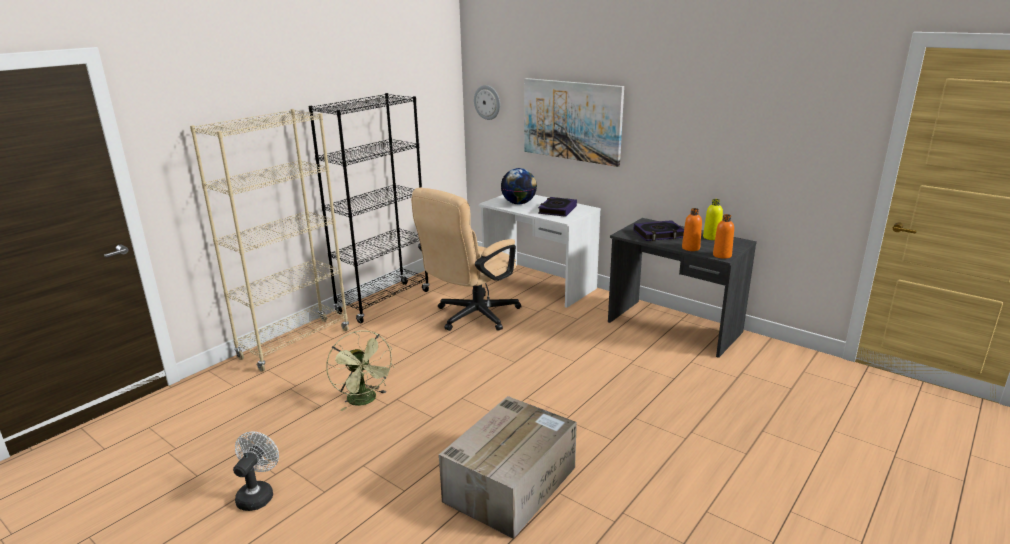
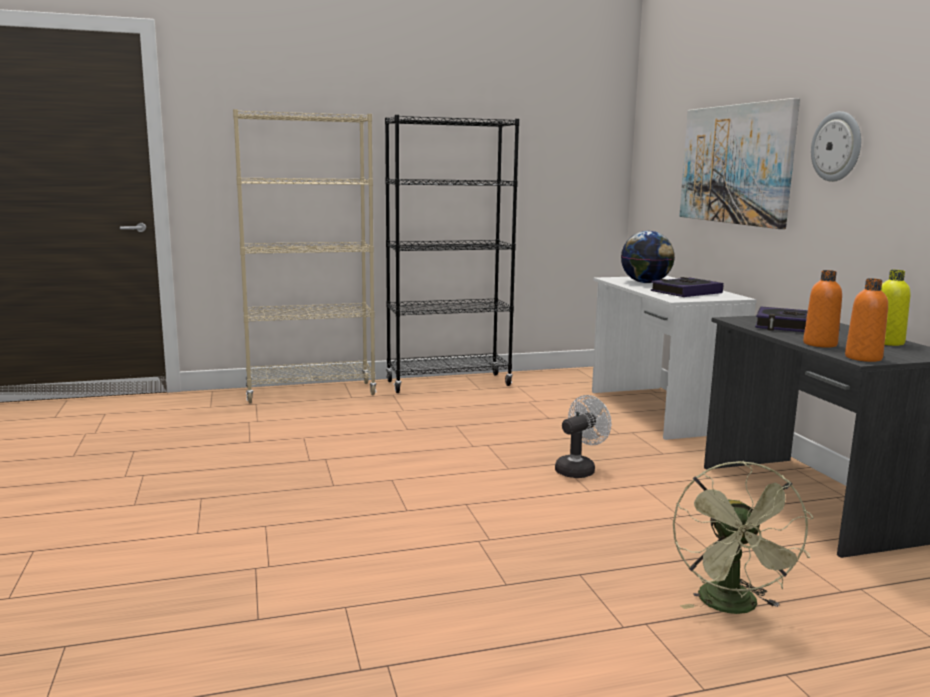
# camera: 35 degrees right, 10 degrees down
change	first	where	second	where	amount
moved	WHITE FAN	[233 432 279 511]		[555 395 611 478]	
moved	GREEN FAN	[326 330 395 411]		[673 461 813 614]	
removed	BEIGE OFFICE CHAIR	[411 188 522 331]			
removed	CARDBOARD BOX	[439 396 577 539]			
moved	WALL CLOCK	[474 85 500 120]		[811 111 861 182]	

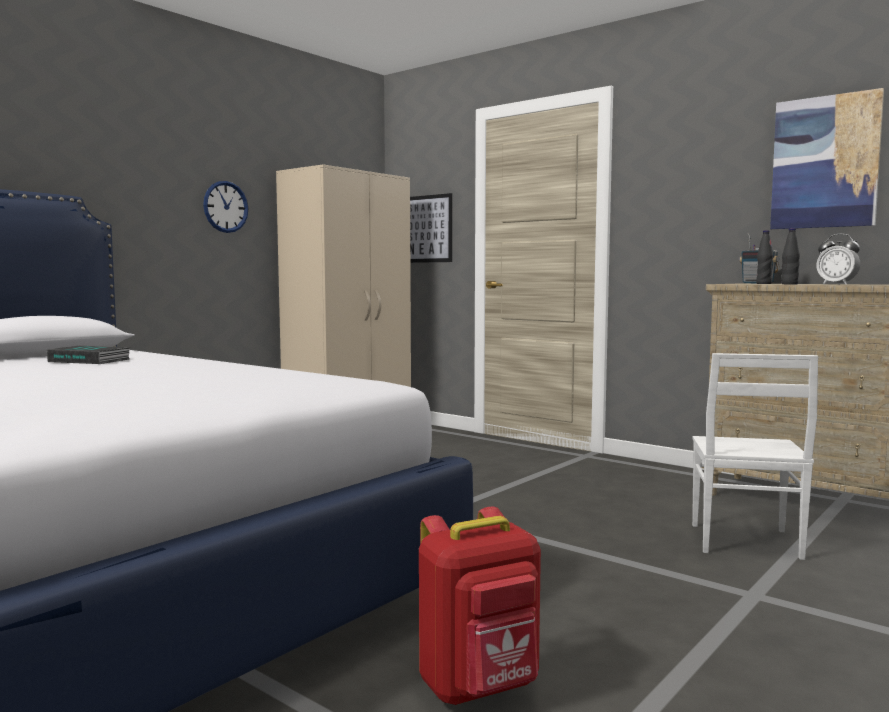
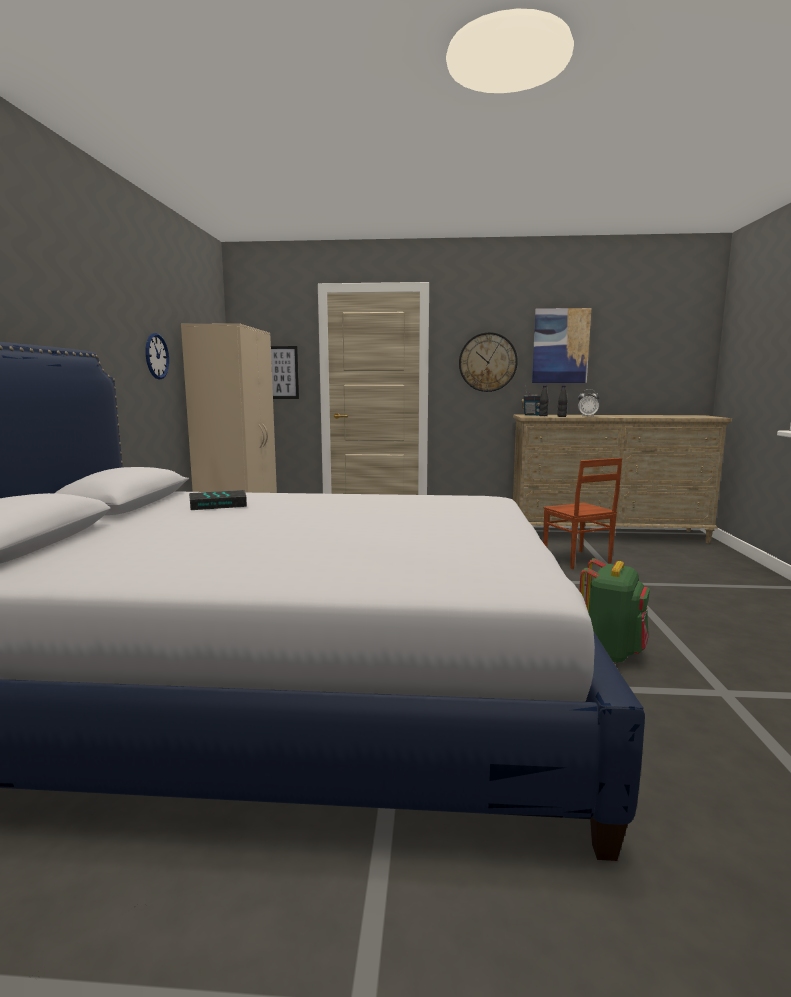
# camera: 35 degrees left, 5 degrees up
change	first	where	second	where	amount
recoloured	RED BACKPACK	[419 507 541 705]	GREEN BACKPACK	[579 558 650 663]	
recoloured	WHITE CHAIR	[692 353 818 560]	BROWN CHAIR	[543 458 622 569]	
added			WALL CLOCK	[459 332 518 392]	

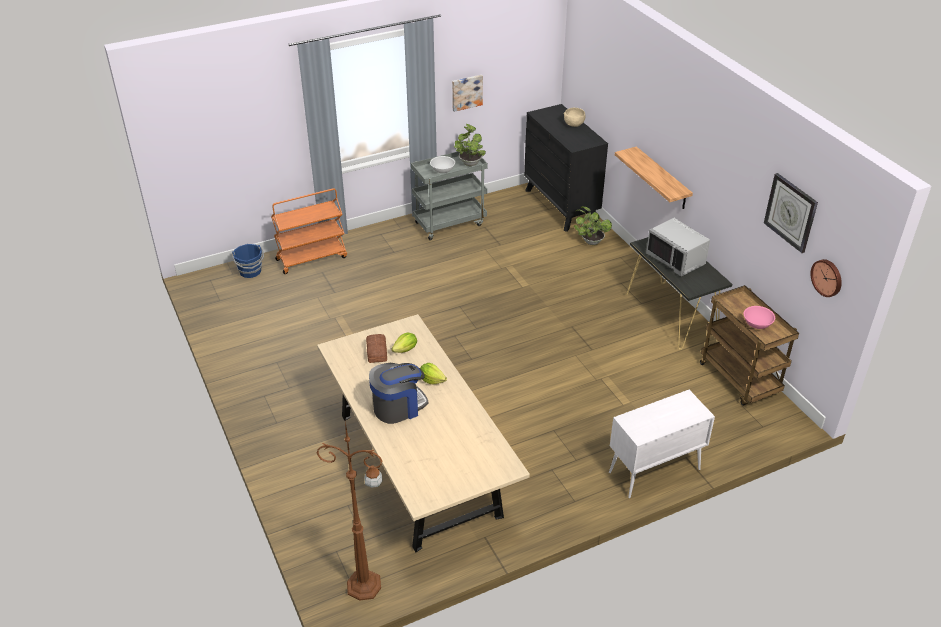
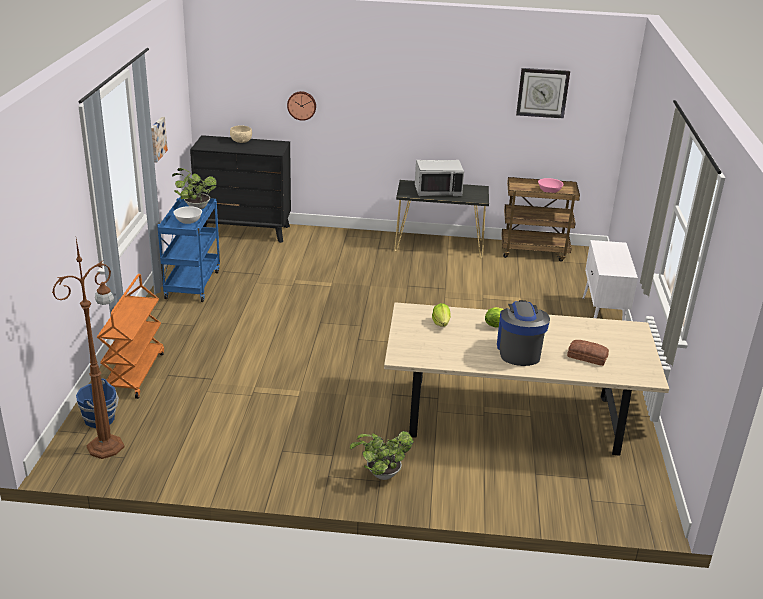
# camera: 60 degrees left, 10 degrees down
change	first	where	second	where	amount
moved	BROWN FLOOR LAMP	[316 422 383 601]		[52 239 125 459]	
moved	BREAD	[366 334 387 363]		[567 340 609 366]	
recoloured	GREY CART	[411 148 488 240]	BLUE CART	[157 196 220 302]	
moved	POTTED PLANT	[574 207 612 245]		[350 431 414 480]	
removed	SHELF	[615 146 693 209]			
moved	WALL CLOCK	[810 259 842 297]		[287 91 316 121]	

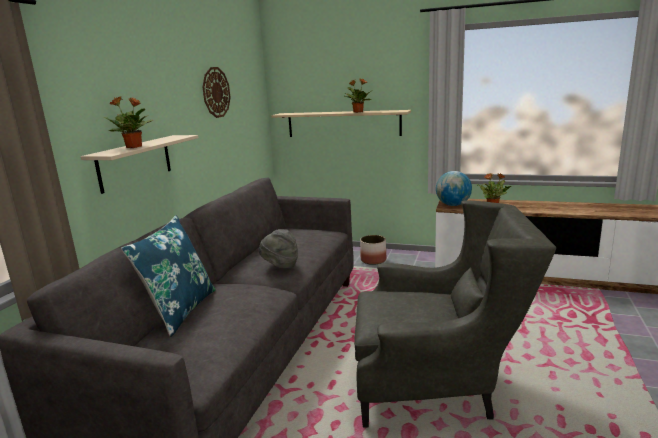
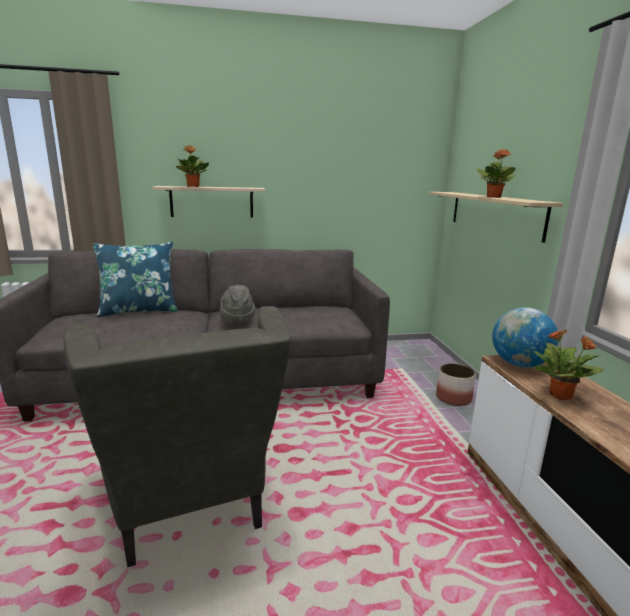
# camera: 60 degrees right, 0 degrees up
change	first	where	second	where	amount
removed	WALL CLOCK	[203 67 231 118]			

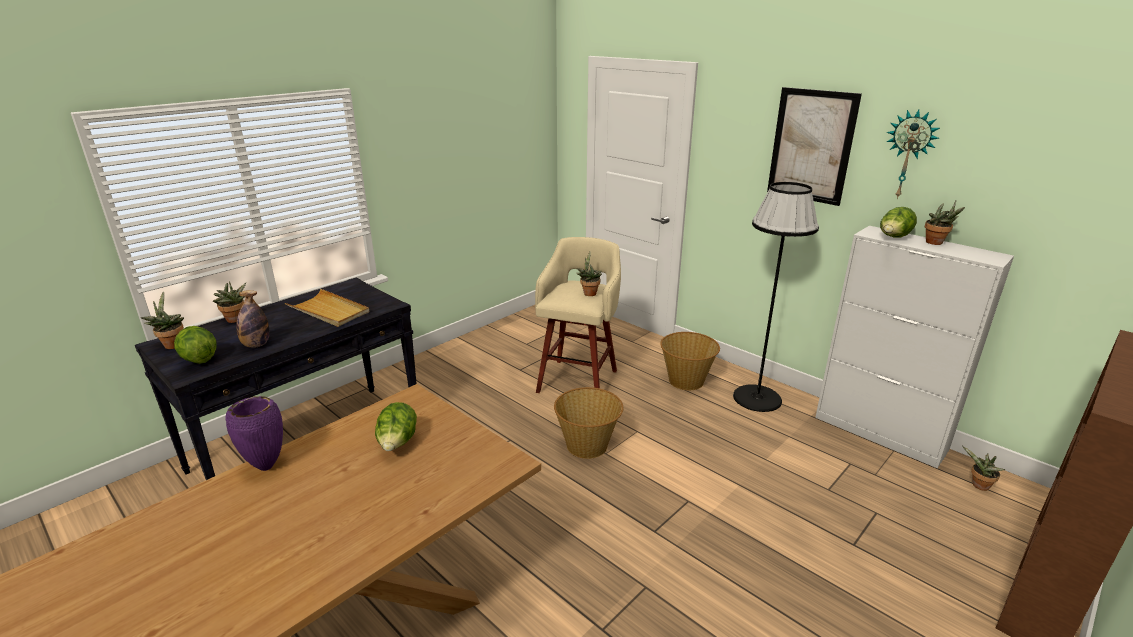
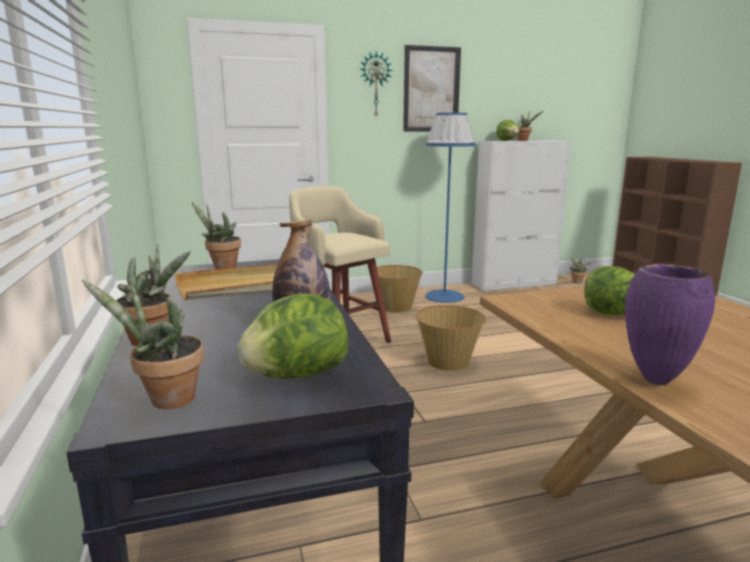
# camera: 60 degrees left, 10 degrees down
change	first	where	second	where	amount
moved	POTTED PLANT	[576 252 602 296]		[192 202 241 269]	
recoloured	BLACK FLOOR LAMP	[733 182 819 412]	BLUE FLOOR LAMP	[425 113 475 303]	
moved	WALL CLOCK	[887 109 940 199]		[360 50 393 117]	

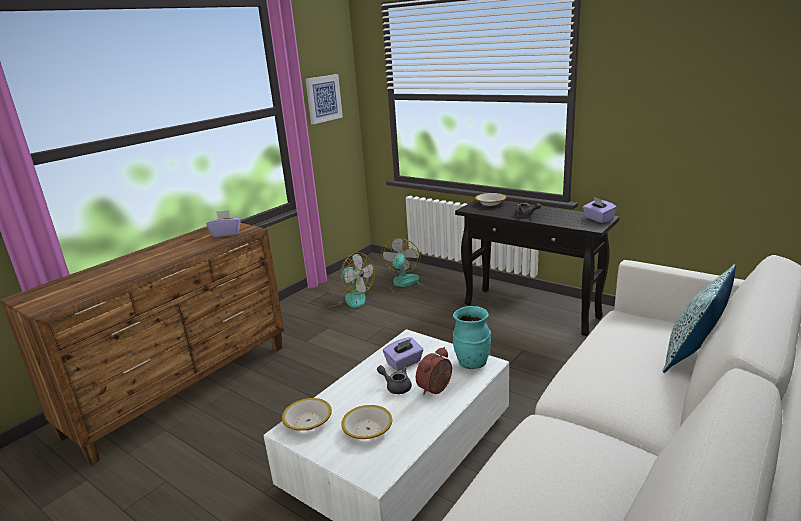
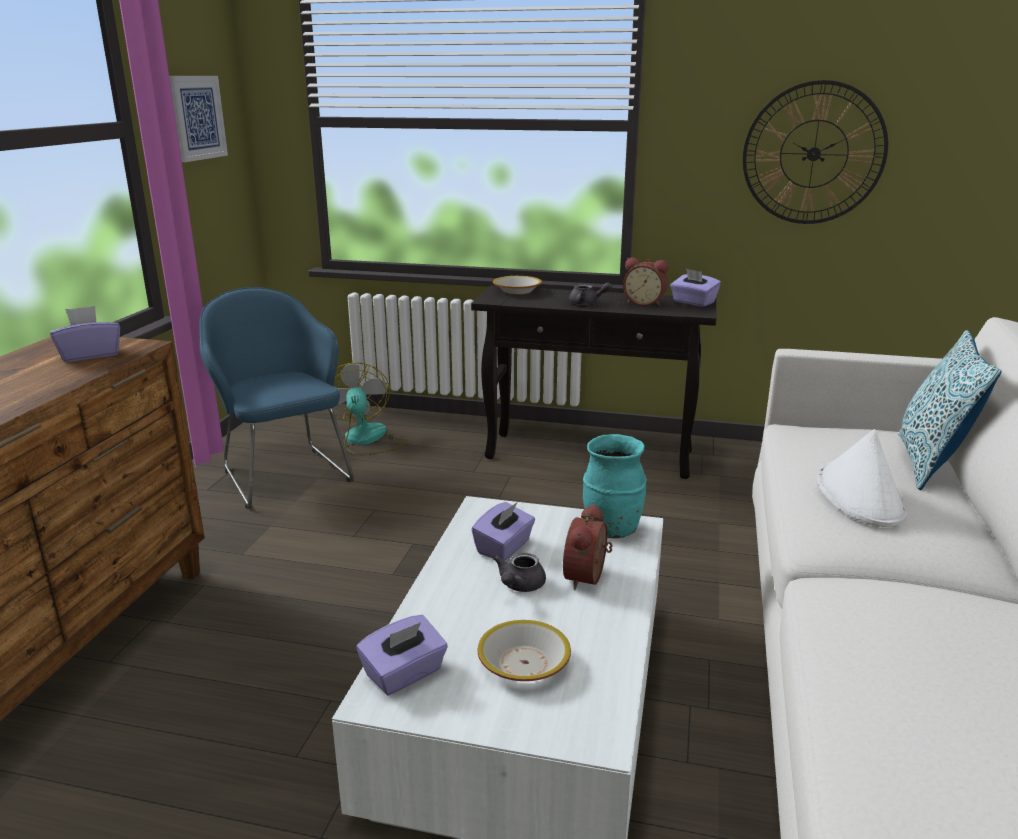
# camera: 25 degrees left, 0 degrees up
change	first	where	second	where	amount
replaced	BOWL	[282 398 332 431]	PURPLE TISSUE BOX	[356 615 448 696]	
replaced	FAN	[327 252 375 308]	BLUE ARMCHAIR	[199 287 354 509]	
turned	GREY TEAPOT	[377 365 412 394]		[493 553 546 592]	75 degrees counterclockwise
added			ALARM CLOCK	[623 257 668 306]	
added			WALL CLOCK	[743 80 888 224]	
added			WHITE HAT	[817 429 907 527]	

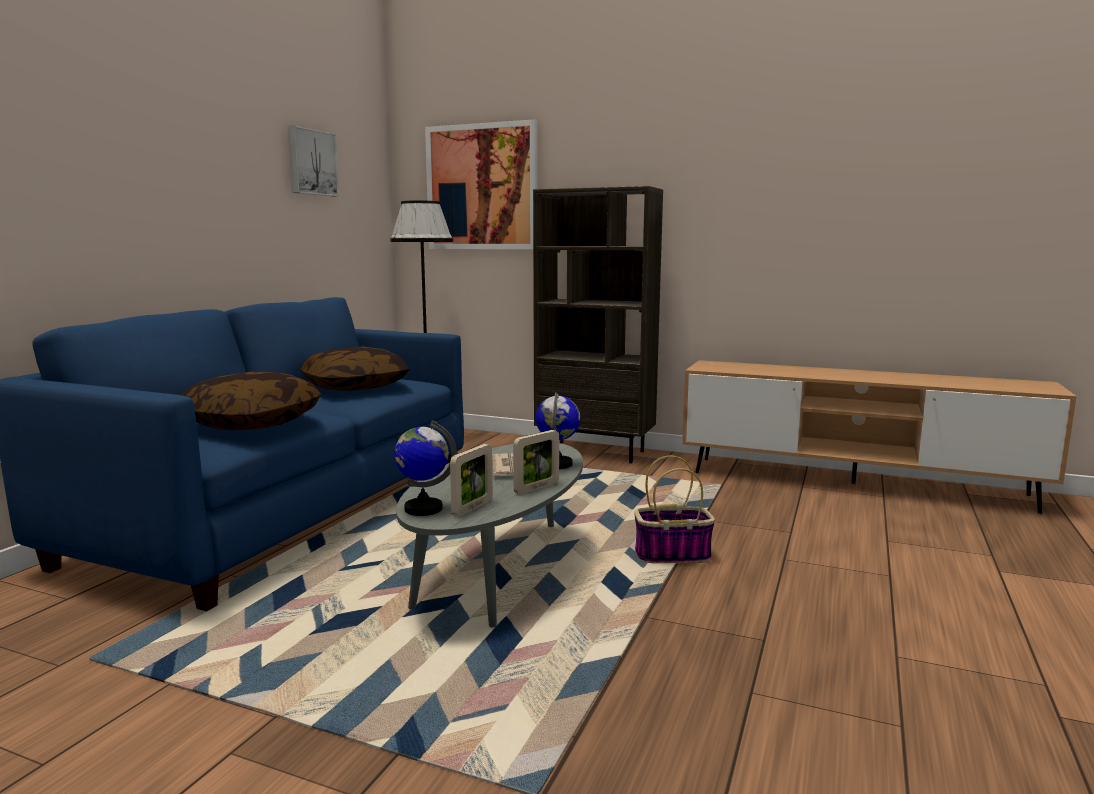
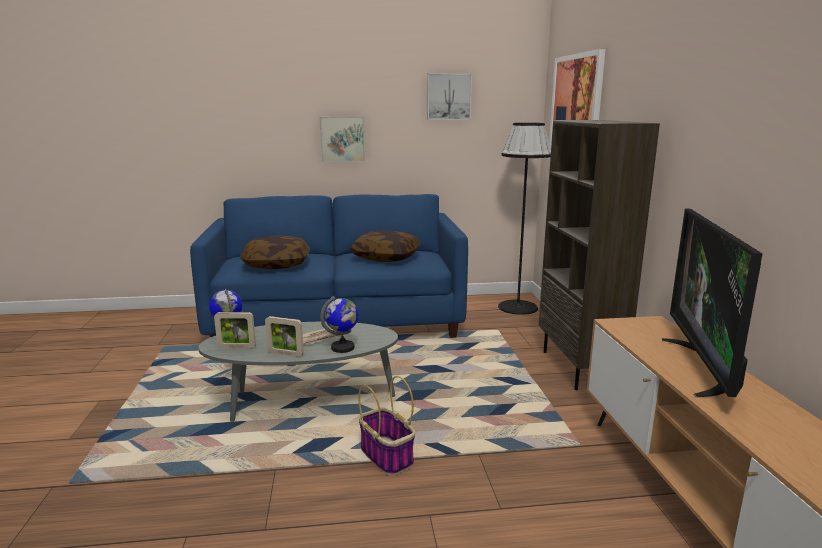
# camera: 60 degrees right, 5 degrees up
change	first	where	second	where	amount
added			PICTURE	[319 117 365 162]	
added			TELEVISION	[662 208 763 397]	

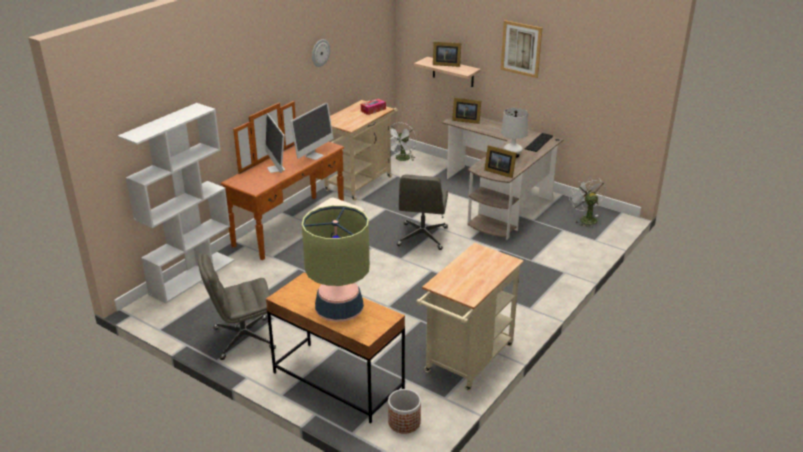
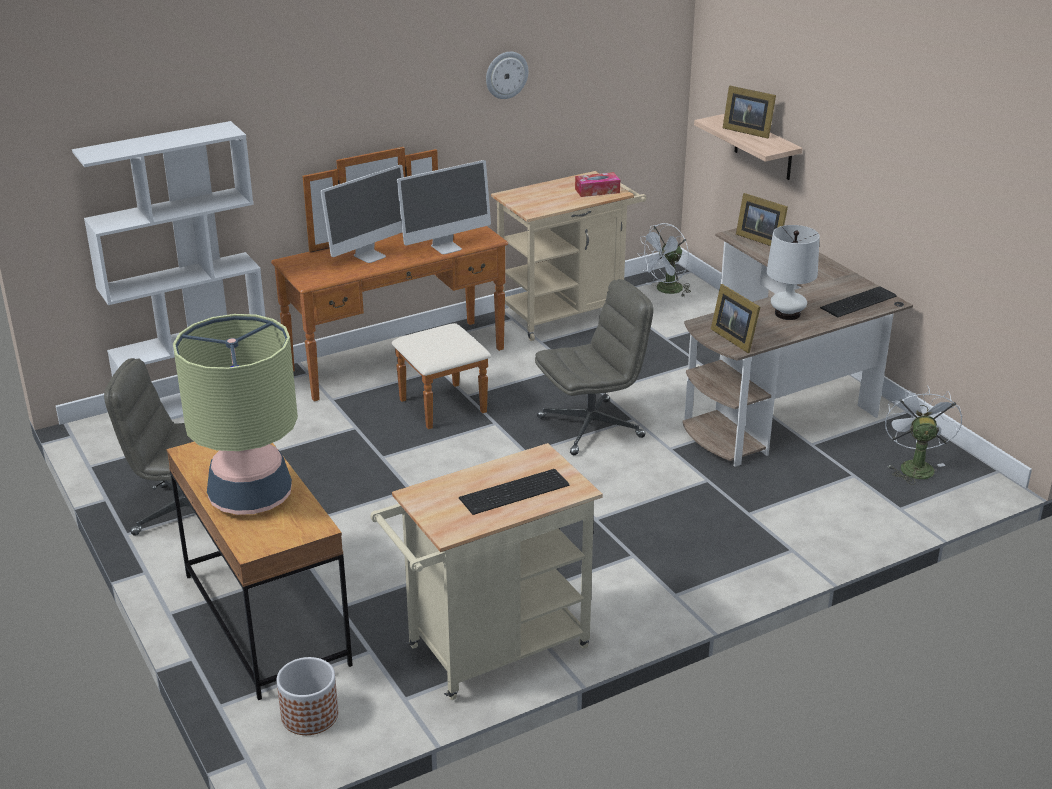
# camera: 25 degrees right, 0 degrees up
change	first	where	second	where	amount
turned	MONITOR	[265 113 285 173]		[321 165 404 263]	135 degrees counterclockwise
turned	GREY OFFICE CHAIR	[397 175 448 250]		[535 279 654 455]	150 degrees counterclockwise
removed	PICTURE	[501 20 542 78]			
added			KEYBOARD	[459 469 569 515]	

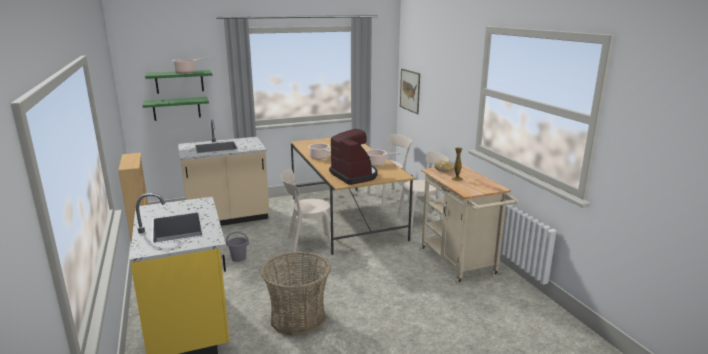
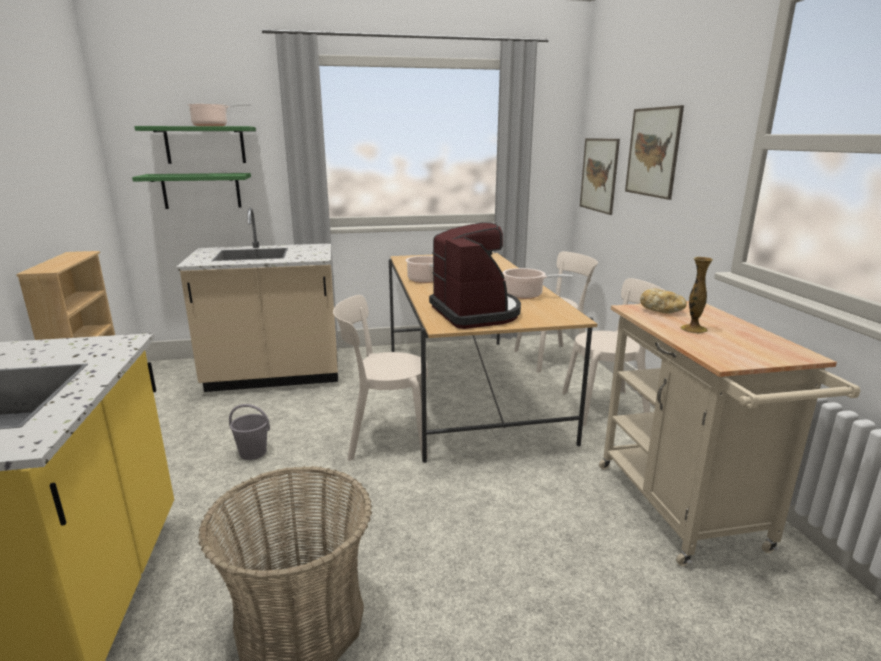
# camera: 10 degrees right, 0 degrees up
change	first	where	second	where	amount
added			PICTURE	[625 105 684 200]	

